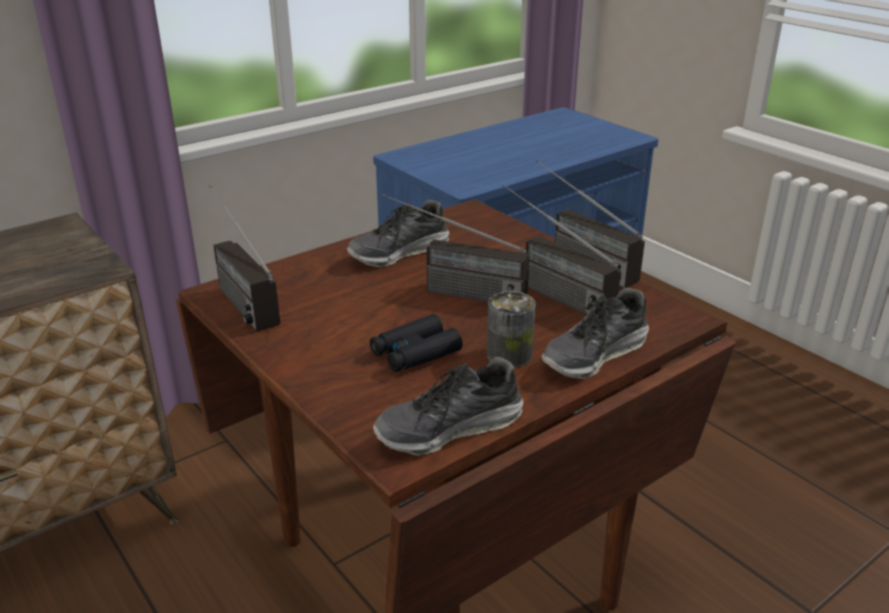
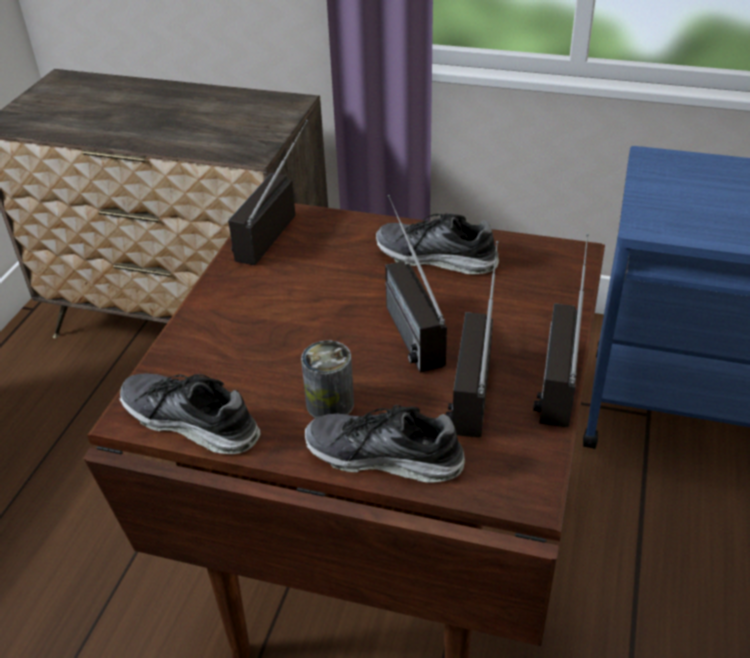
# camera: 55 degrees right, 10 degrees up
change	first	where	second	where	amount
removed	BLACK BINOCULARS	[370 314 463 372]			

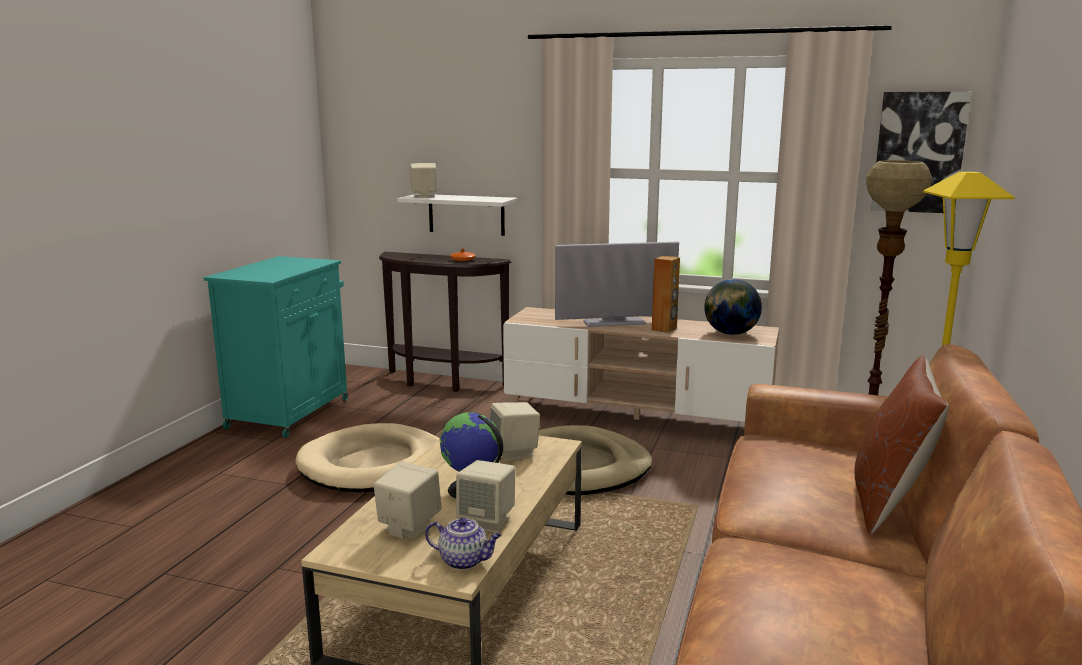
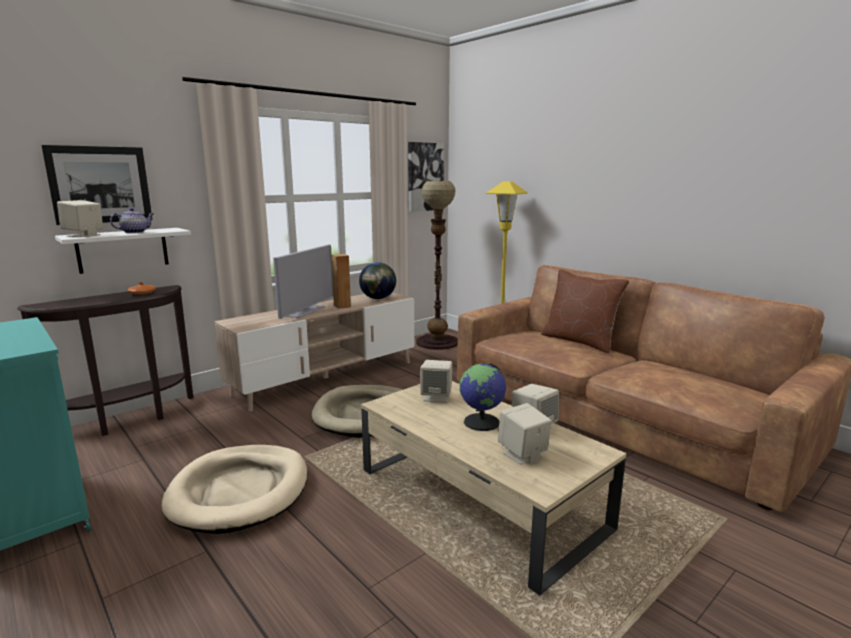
# camera: 60 degrees left, 0 degrees up
change	first	where	second	where	amount
moved	TEAPOT	[425 518 501 570]		[110 208 154 233]	
added			PICTURE	[41 145 152 225]	

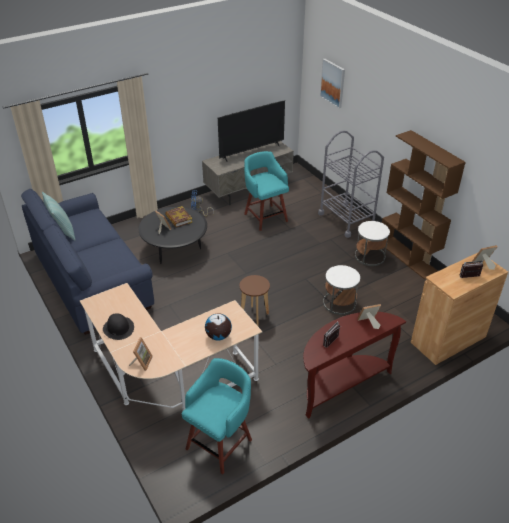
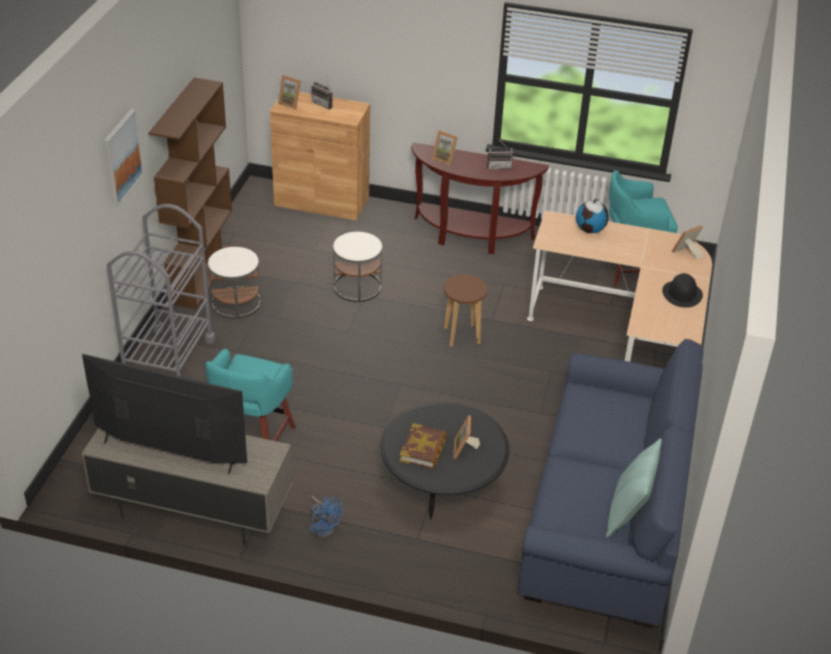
# camera: 135 degrees left, 0 degrees up
change	first	where	second	where	amount
moved	PICTURE	[320 59 345 108]		[104 109 143 207]	

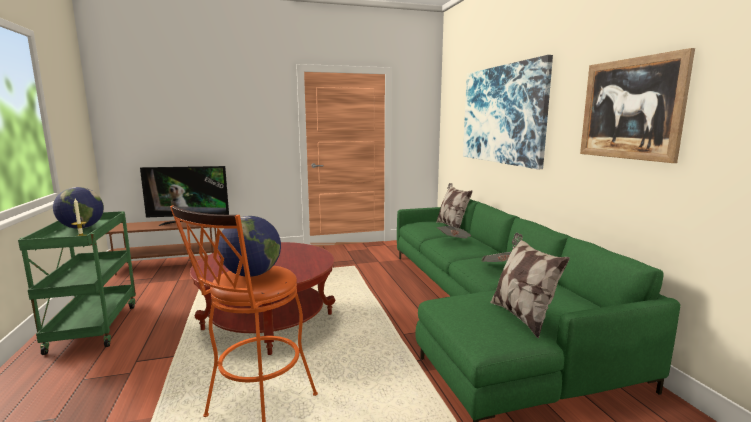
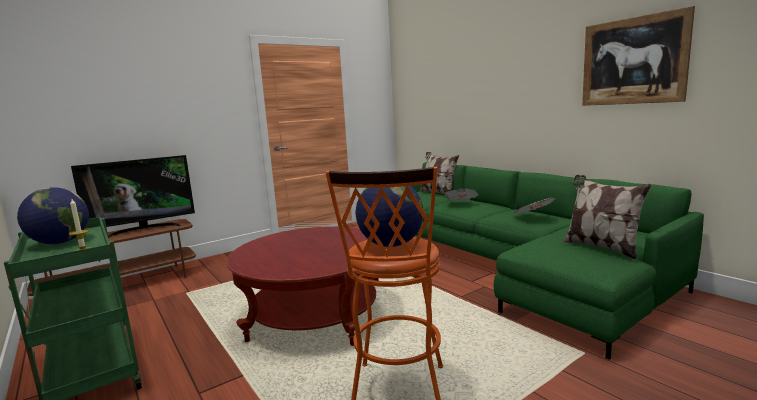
# camera: 20 degrees left, 0 degrees up
change	first	where	second	where	amount
removed	PICTURE	[463 55 553 169]			

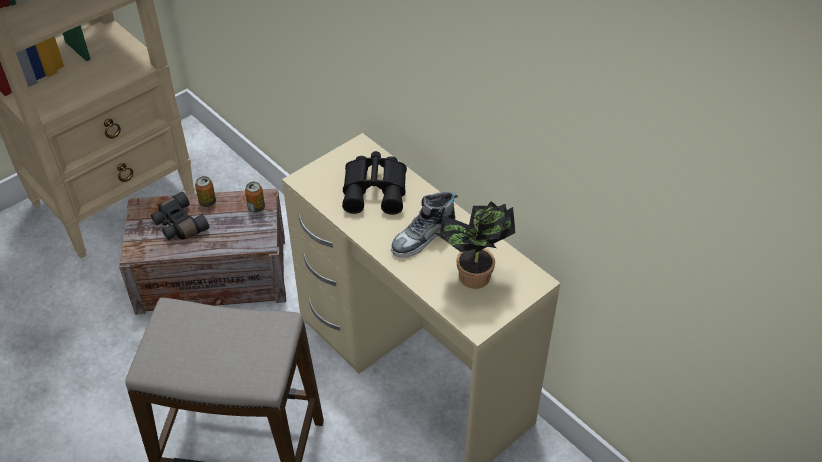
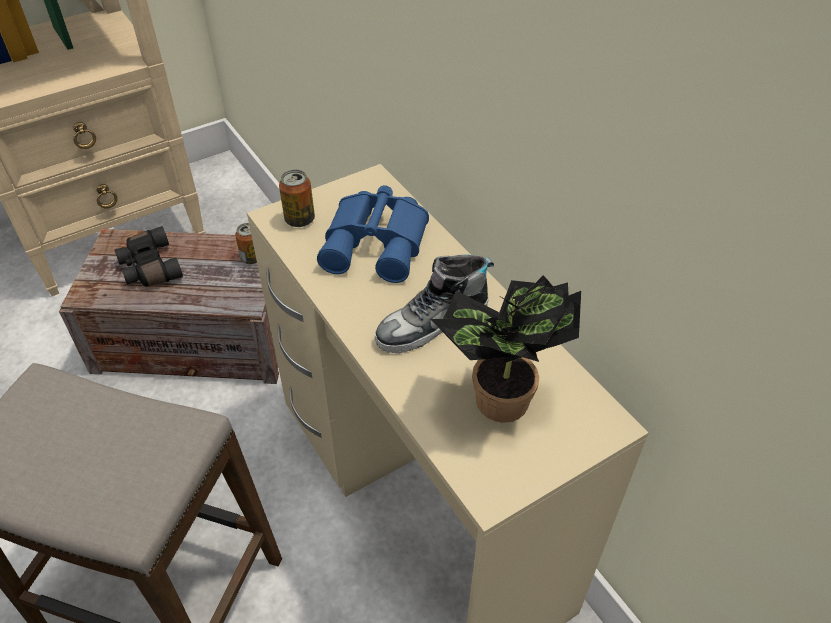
# camera: 10 degrees right, 0 degrees up
change	first	where	second	where	amount
moved	CAN	[195 176 216 207]		[279 170 315 227]	
recoloured	BLACK BINOCULARS	[342 151 407 215]	BLUE BINOCULARS	[317 185 429 283]	

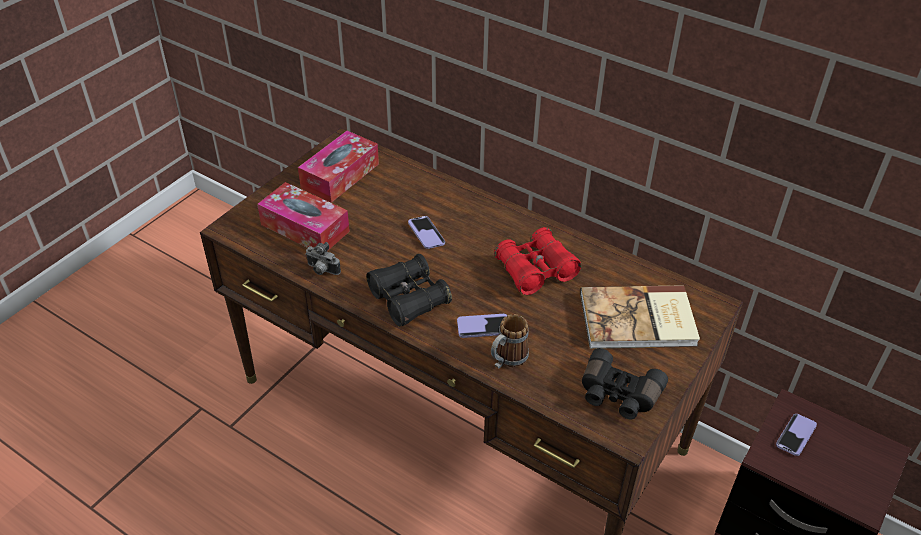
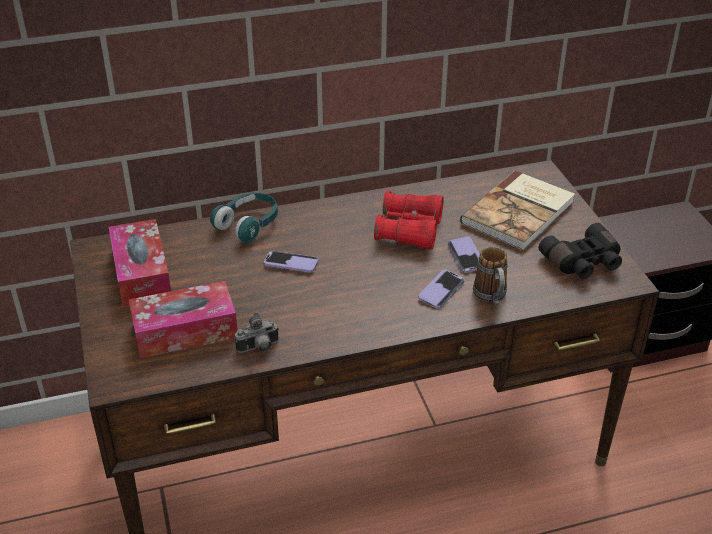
# camera: 50 degrees left, 5 degrees down
change	first	where	second	where	amount
removed	BLACK BINOCULARS	[367 254 452 327]			
moved	PHONE	[776 414 817 456]		[448 237 480 273]	
added			TURQUOISE HEADPHONES	[210 193 278 242]	

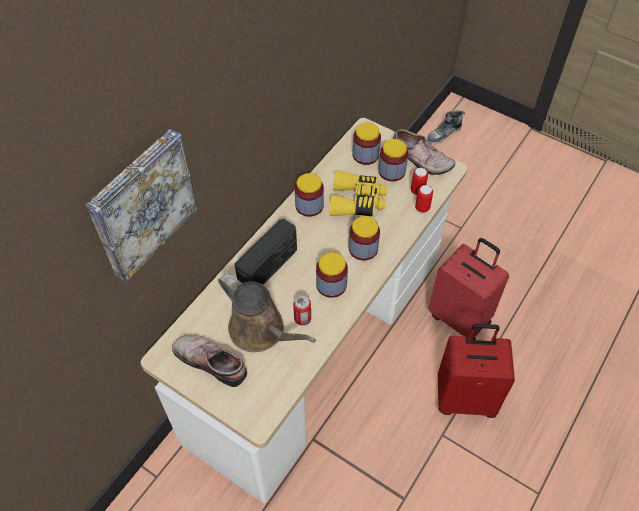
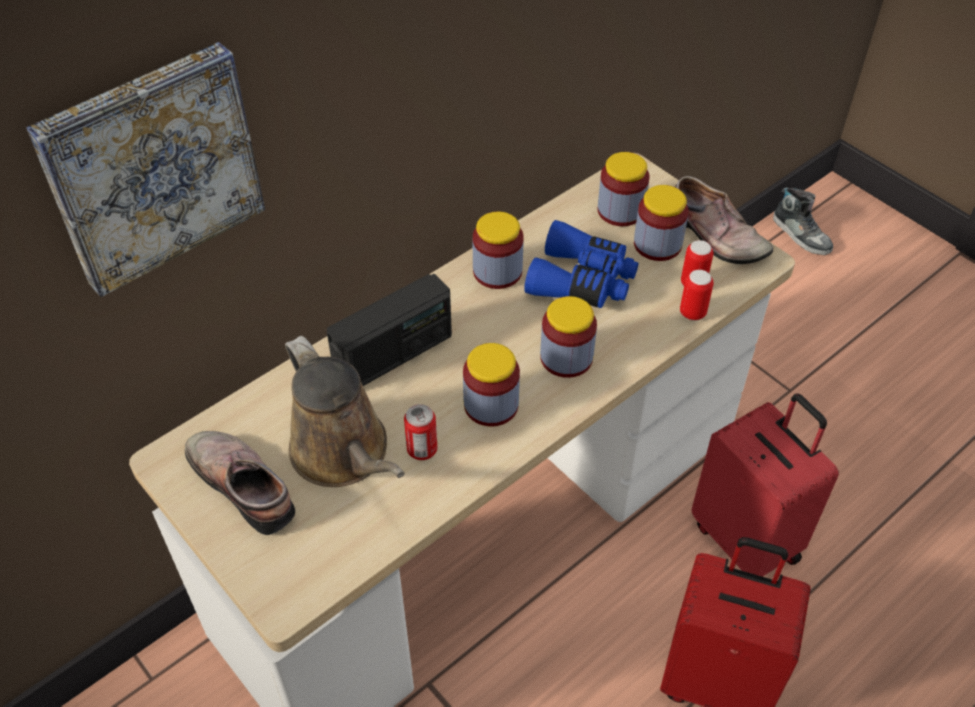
# camera: 15 degrees right, 5 degrees down
change	first	where	second	where	amount
recoloured	YELLOW BINOCULARS	[330 170 387 216]	BLUE BINOCULARS	[524 220 638 308]	
turned	SHOE	[427 110 465 144]		[773 187 833 255]	105 degrees counterclockwise

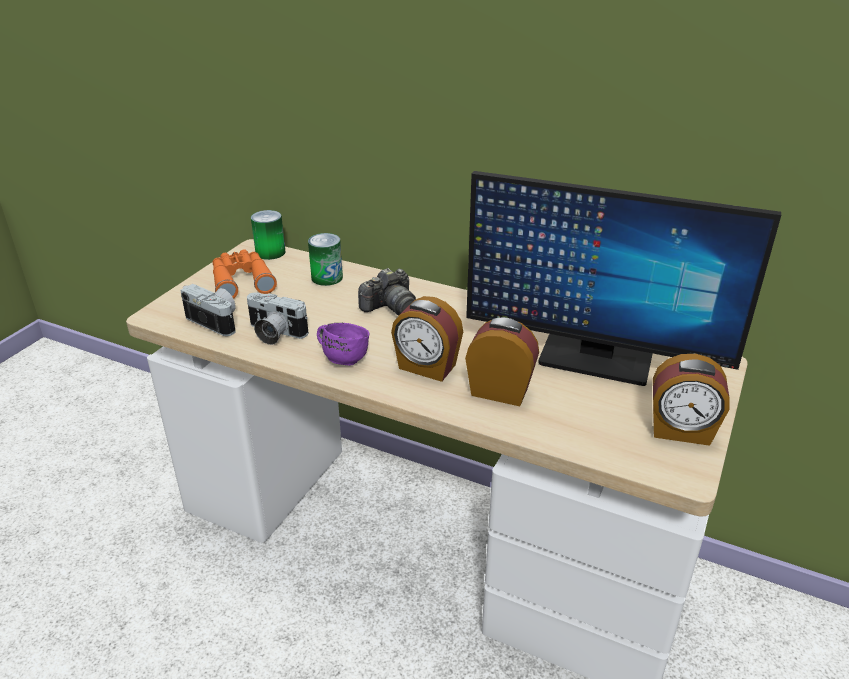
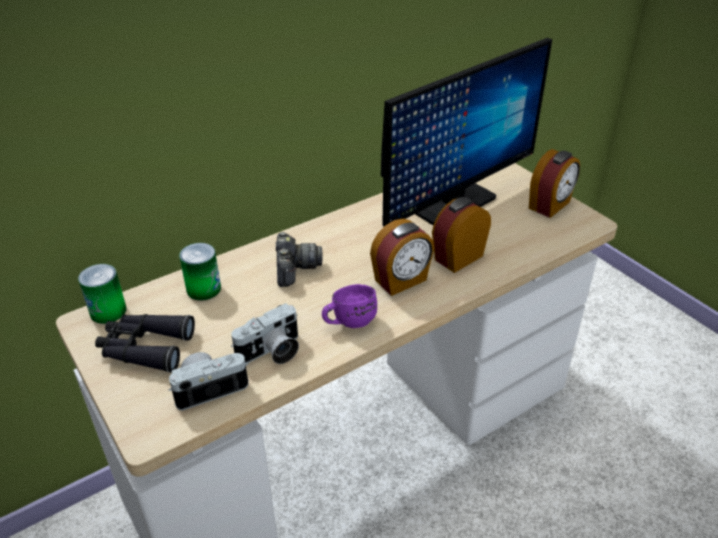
# camera: 60 degrees left, 5 degrees up
change	first	where	second	where	amount
recoloured	ORANGE BINOCULARS	[212 249 277 299]	BLACK BINOCULARS	[95 314 195 373]	

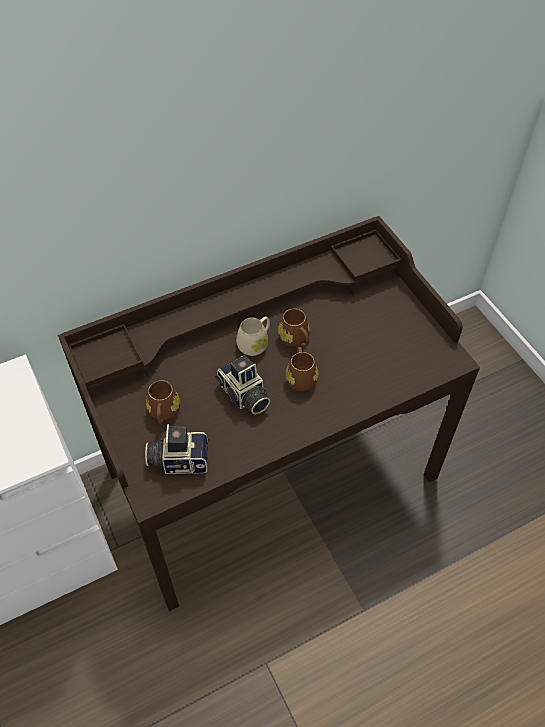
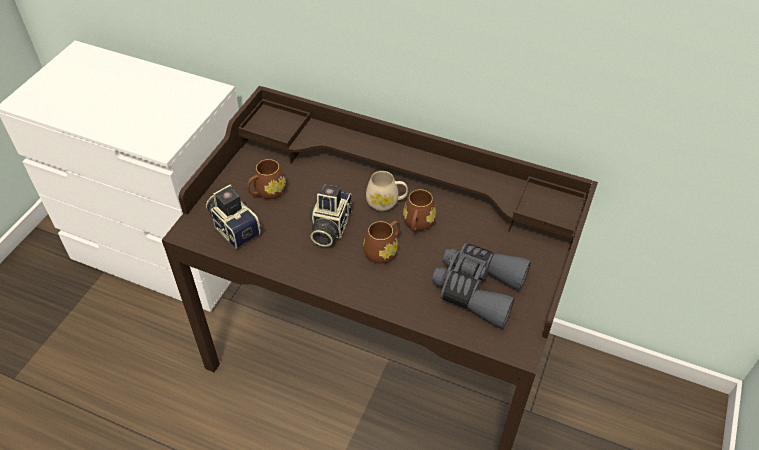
# camera: 50 degrees right, 5 degrees down
change	first	where	second	where	amount
added			GREY BINOCULARS	[432 243 531 329]	

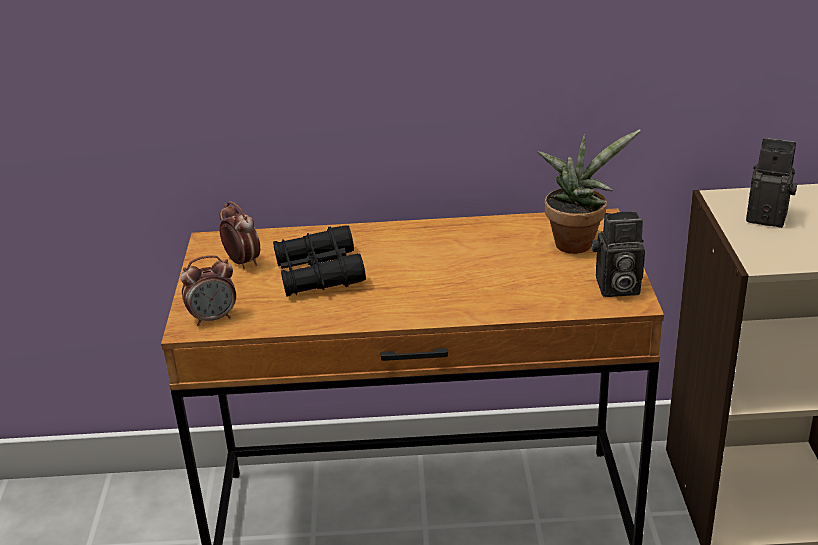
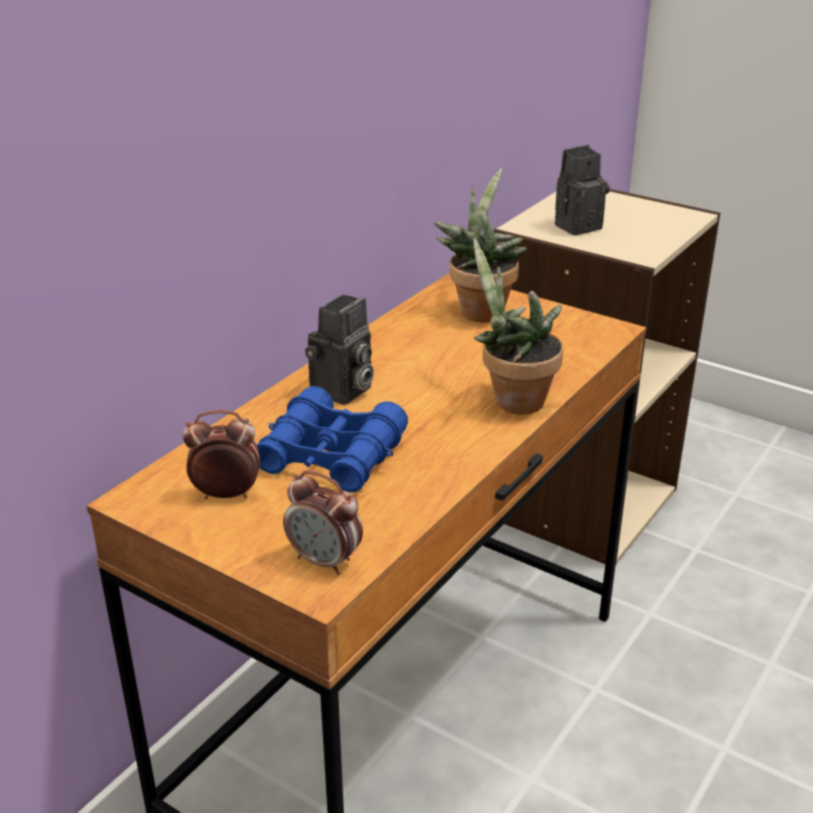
# camera: 55 degrees left, 0 degrees up
change	first	where	second	where	amount
turned	ALARM CLOCK	[181 255 236 326]		[283 470 363 575]	105 degrees clockwise
recoloured	BLACK BINOCULARS	[273 225 366 297]	BLUE BINOCULARS	[257 386 408 492]	
moved	PHOTO CAMERA	[592 211 645 297]		[305 294 374 405]	
added			POTTED PLANT	[474 238 563 415]	

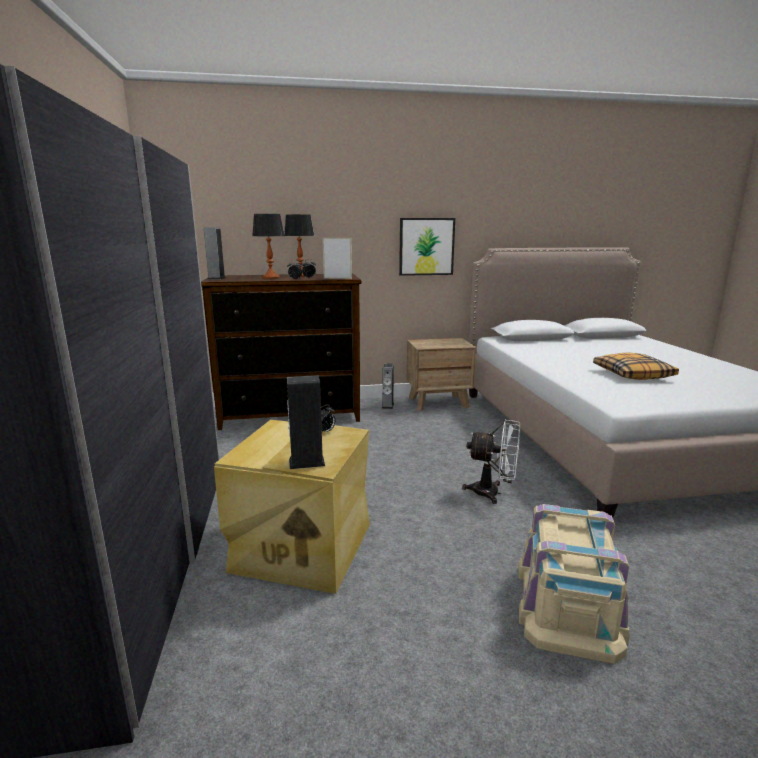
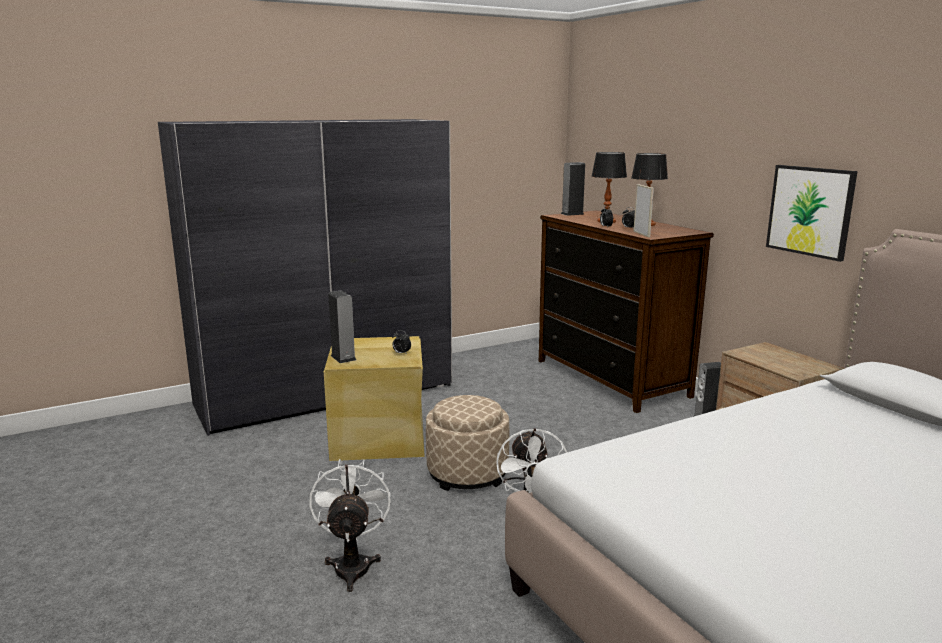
# camera: 70 degrees right, 0 degrees up
change	first	where	second	where	amount
replaced	BEIGE STORAGE BOX	[518 504 630 664]	WHITE FAN	[309 459 390 592]	
removed	PILLOW	[593 353 679 380]			
added			BEIGE OTTOMAN	[426 395 509 491]	

